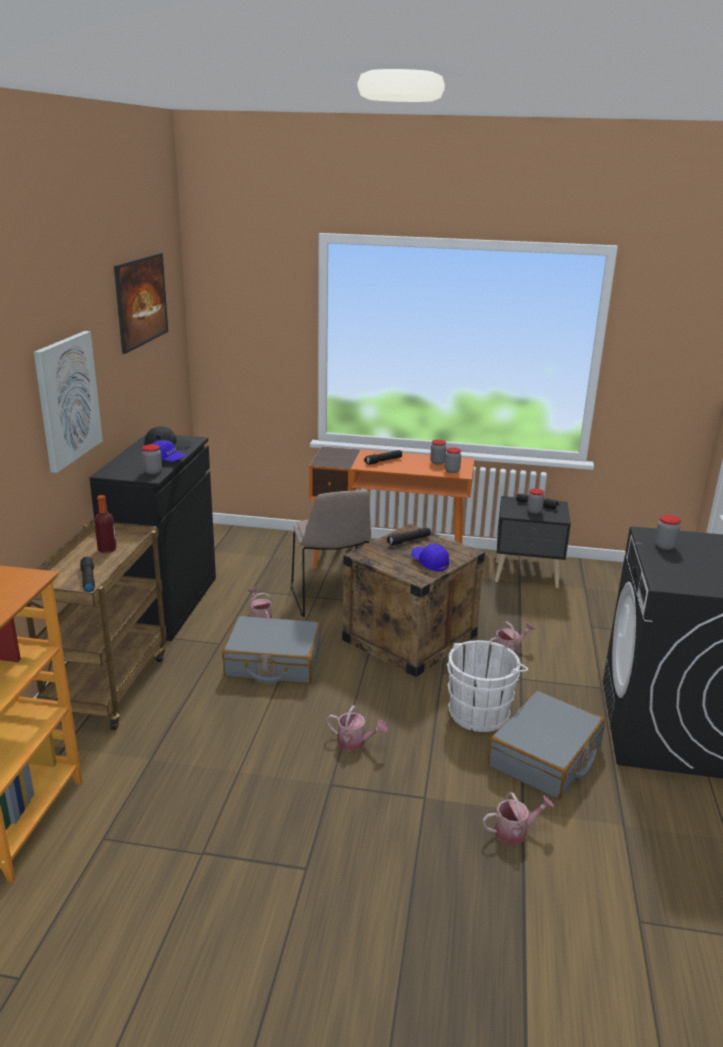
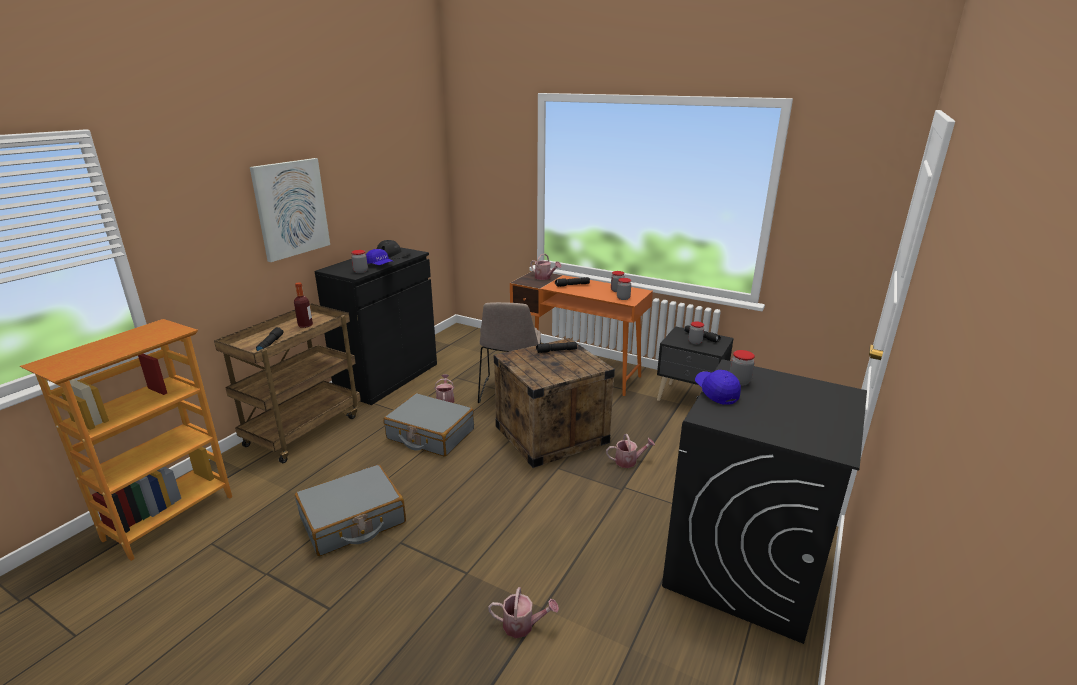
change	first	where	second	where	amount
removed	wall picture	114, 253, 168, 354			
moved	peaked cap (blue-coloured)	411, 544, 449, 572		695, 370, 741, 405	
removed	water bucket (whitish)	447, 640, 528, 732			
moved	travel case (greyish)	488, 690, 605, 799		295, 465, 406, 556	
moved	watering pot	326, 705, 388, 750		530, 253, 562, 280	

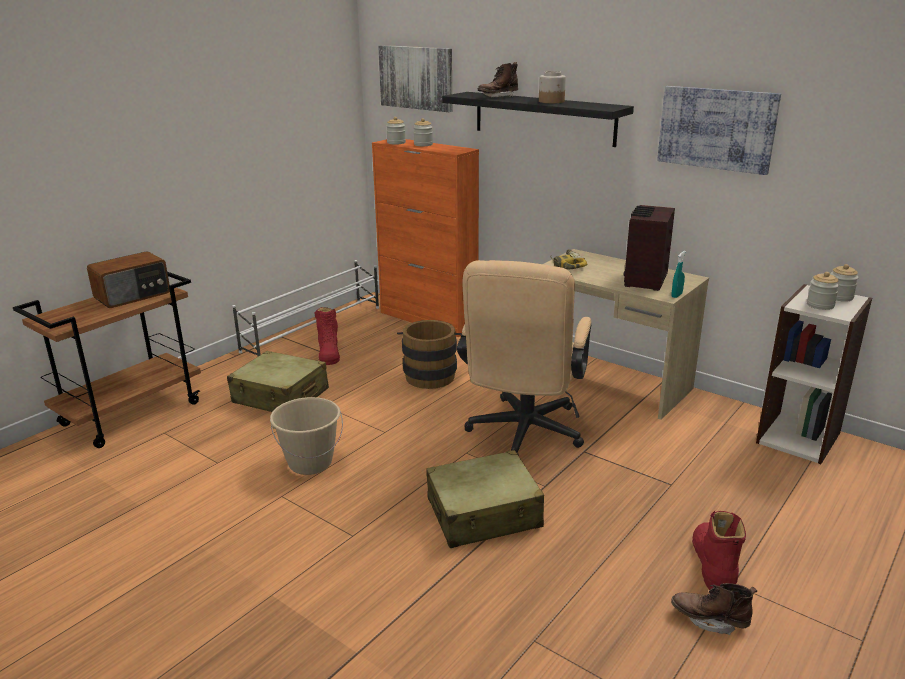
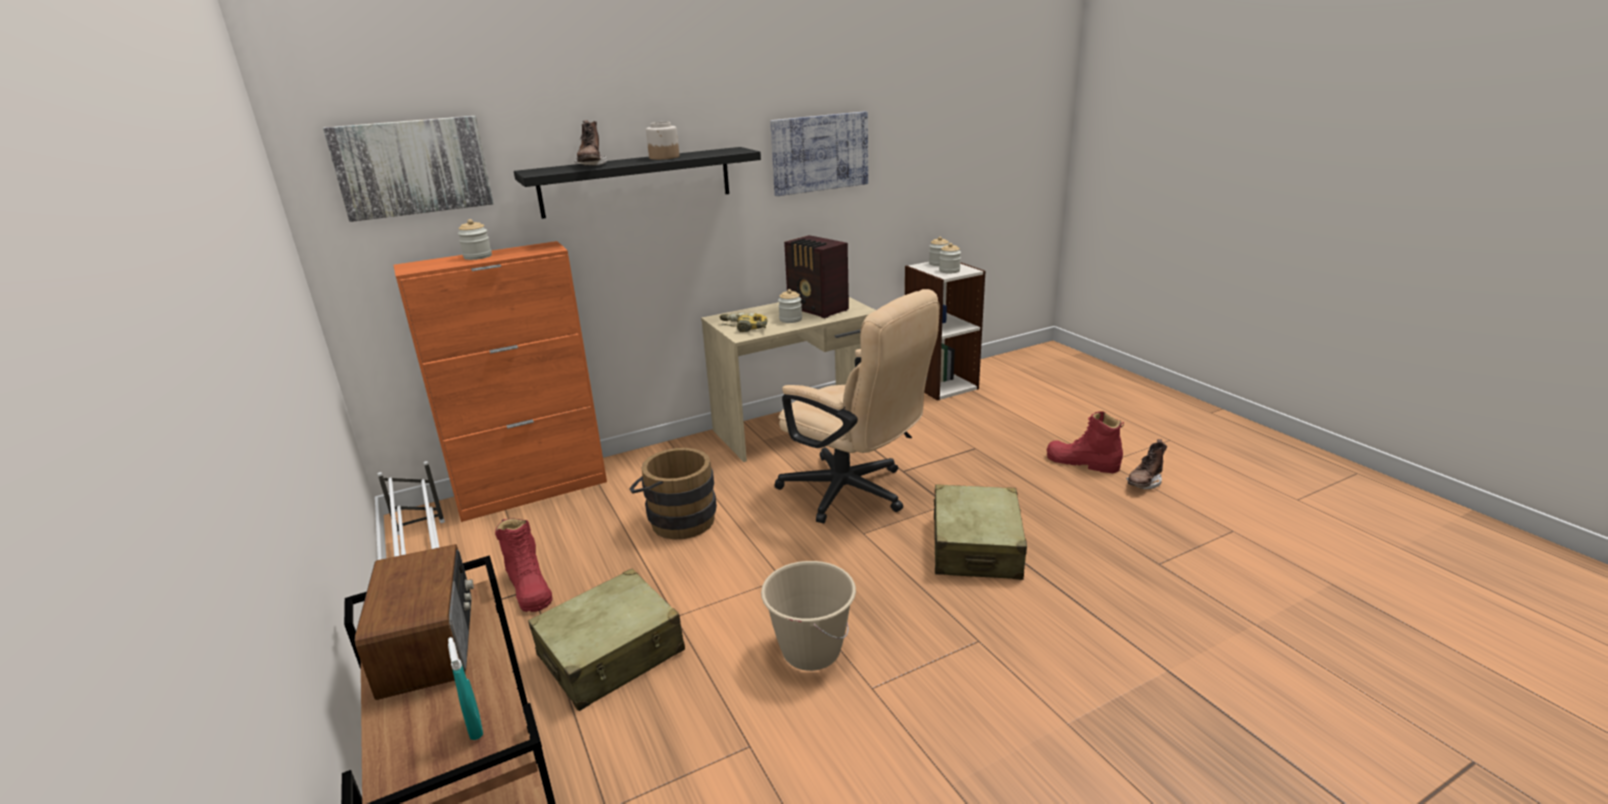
change	first	where	second	where	amount
moved	preserve jar	386, 117, 406, 145		778, 289, 802, 323	
moved	spray bottle (blue-green)	672, 251, 686, 298		448, 637, 483, 740	
turned	tall boot (red)	315, 307, 340, 365		495, 518, 552, 612	45 degrees clockwise

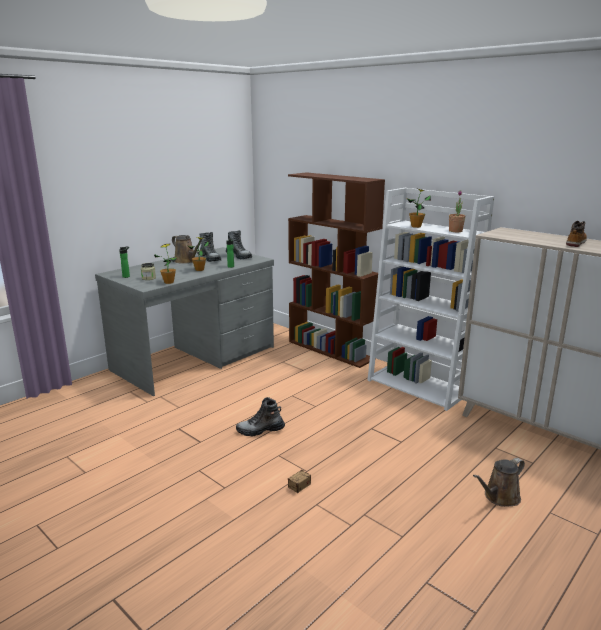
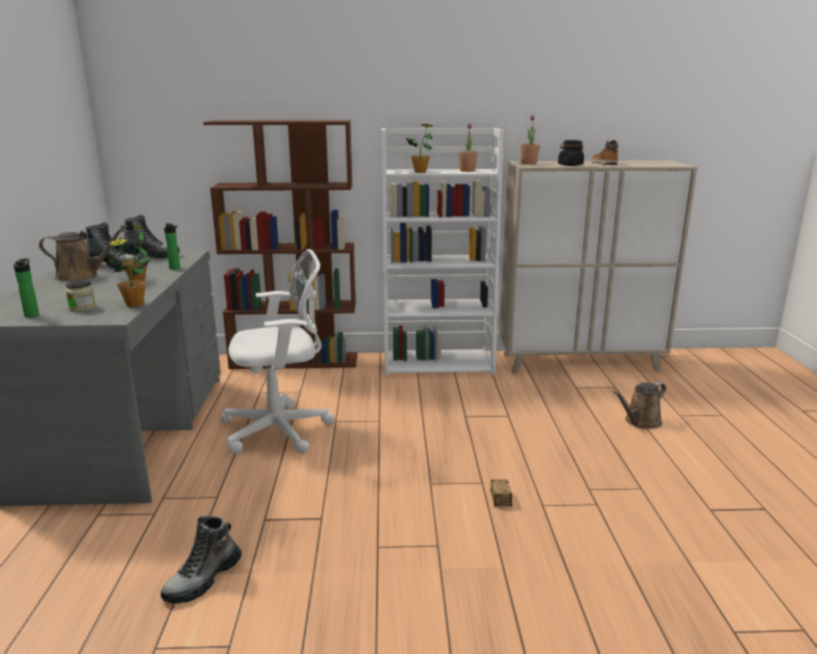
change	first	where	second	where	amount
moved	tall boot	236, 397, 285, 436		160, 516, 242, 603	
turned	watering pot (brown-coloured)	473, 458, 525, 507		613, 382, 666, 429	45 degrees clockwise
added			potted plant	521, 115, 540, 164	
added			preserve jar (black)	558, 140, 584, 166	
added			desk chair (whitish)	220, 249, 335, 454	

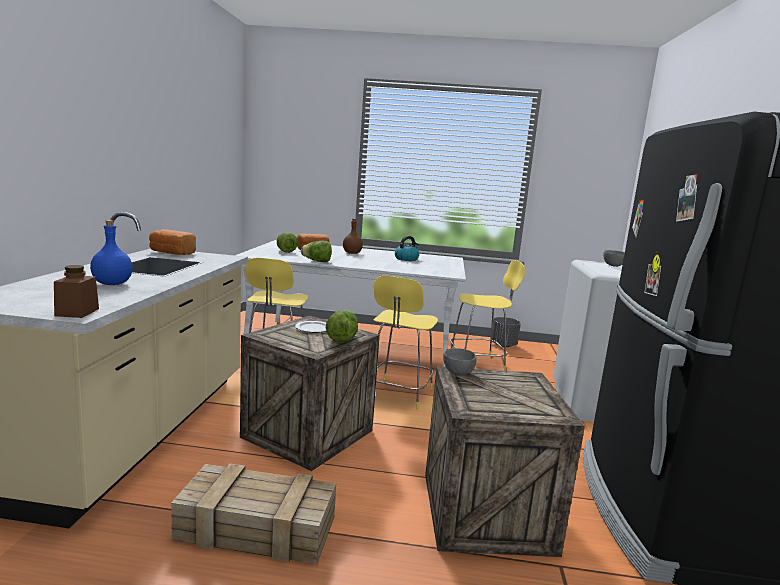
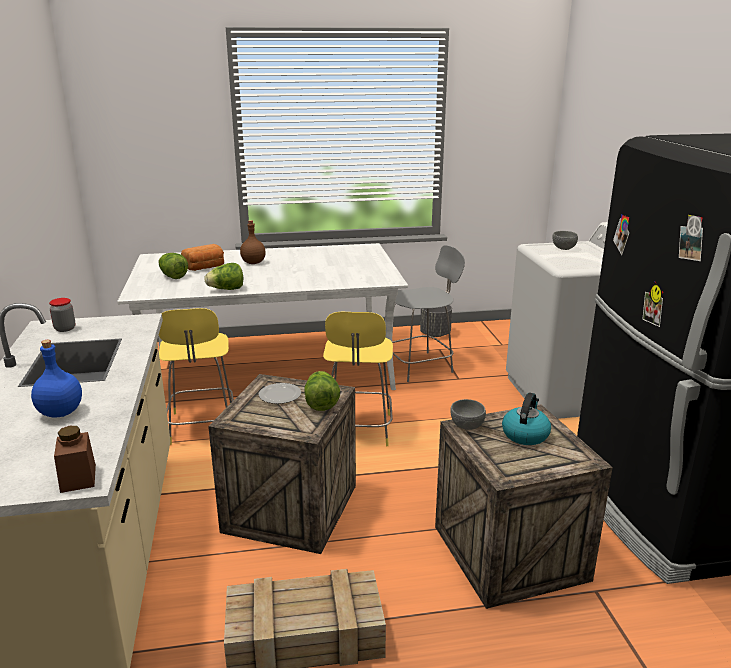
change	first	where	second	where	amount
replaced	baked bread	149, 229, 196, 255	preserve jar	49, 298, 75, 332	
moved	tea kettle	395, 236, 419, 261		502, 393, 551, 445	
recoloured	stool seat (yellow)	450, 260, 525, 371	stool seat (greyish)	392, 245, 465, 382	

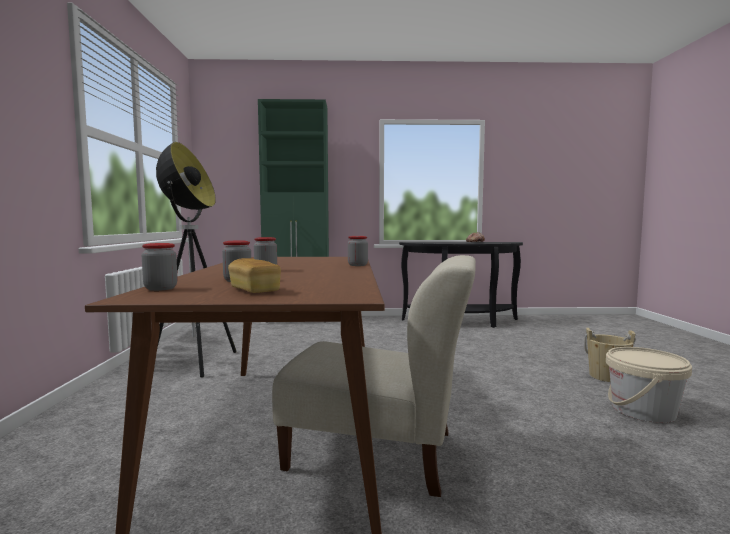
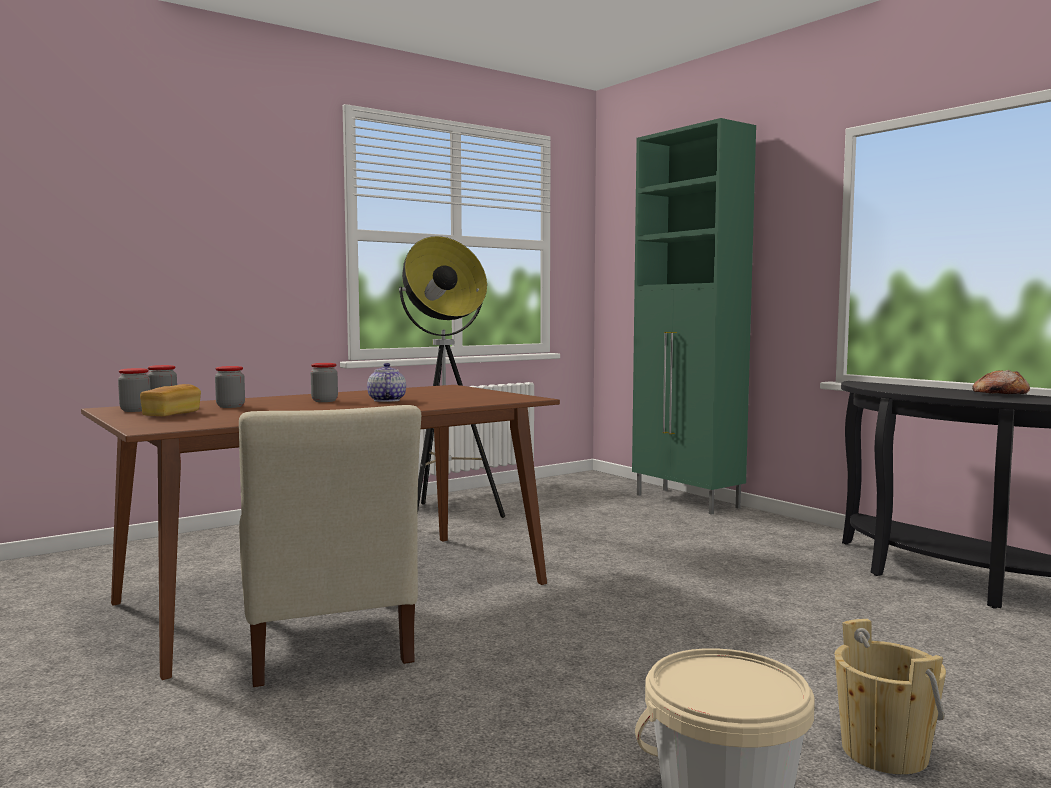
change	first	where	second	where	amount
moved	preserve jar	348, 236, 368, 266		118, 368, 150, 412	
added			tea pot	367, 363, 406, 402	

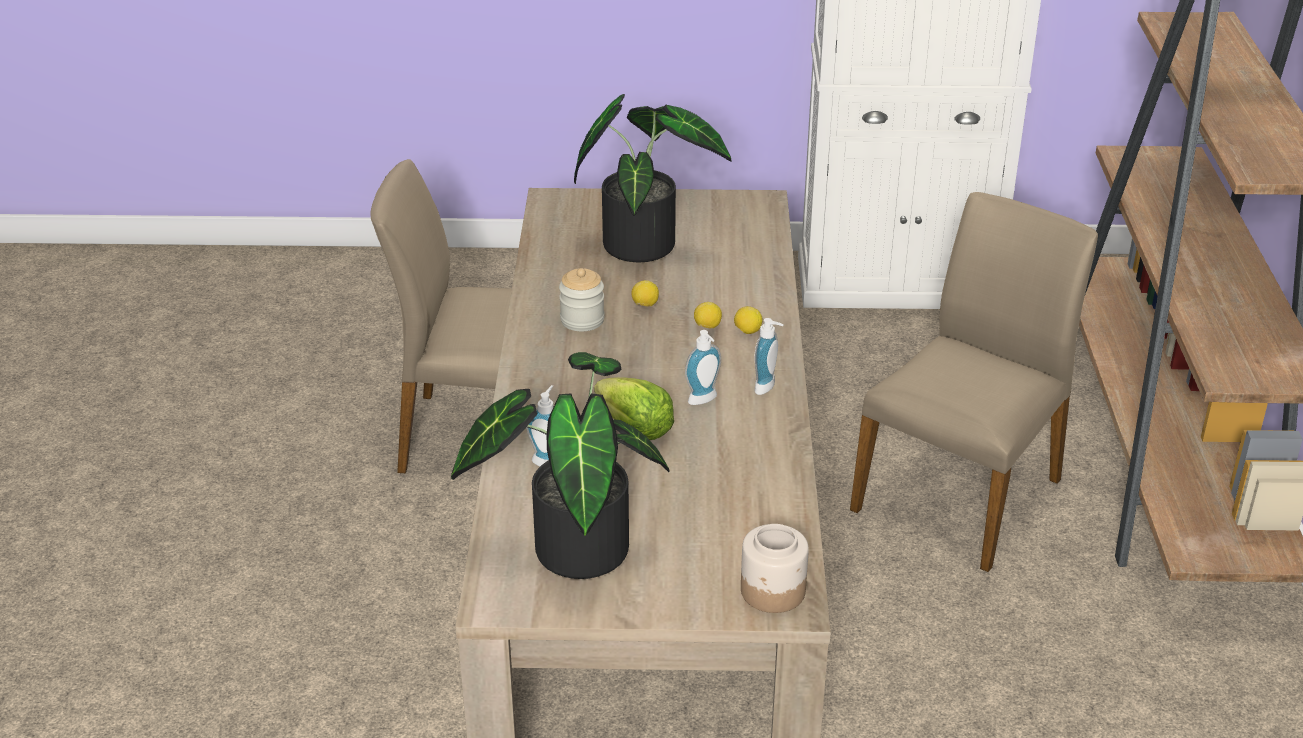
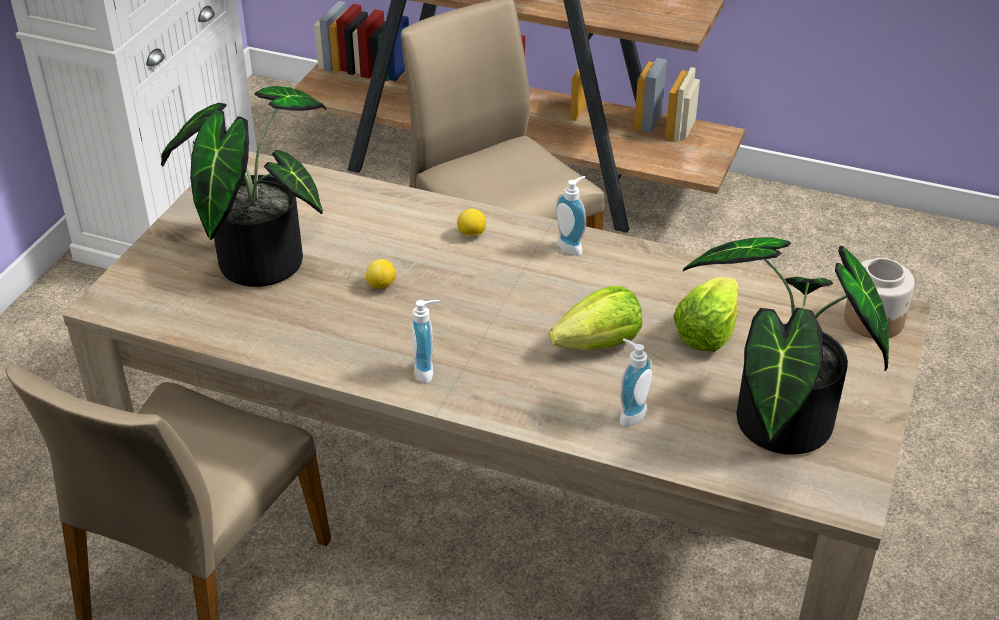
change	first	where	second	where	amount
removed	preserve jar	559, 268, 605, 332			
removed	whole lemon	694, 302, 722, 328			
moved	soap bottle	685, 330, 721, 405		411, 300, 440, 383	
added			head of lettuce	673, 277, 739, 352	

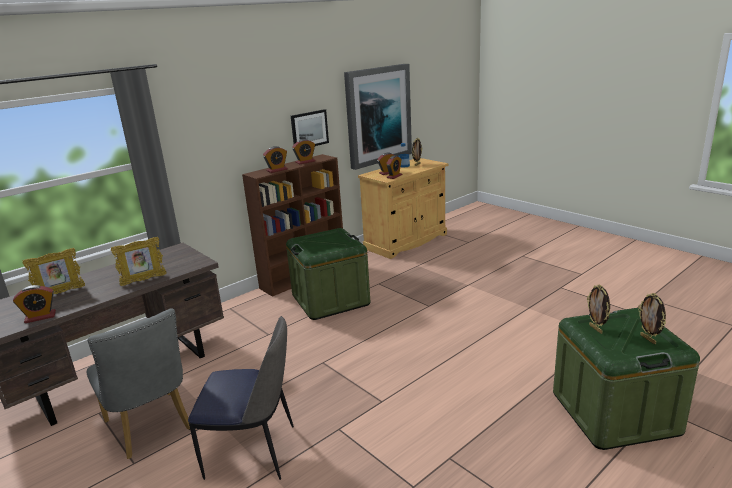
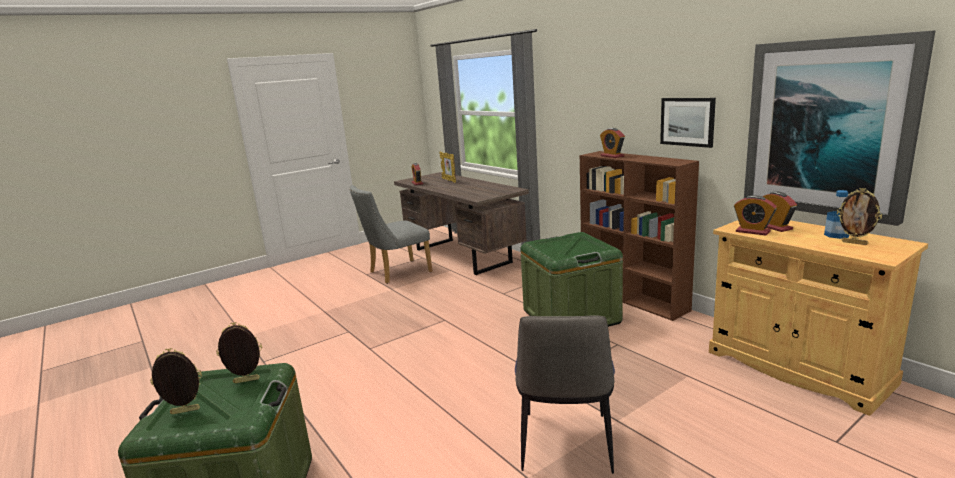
change	first	where	second	where	amount
removed	table clock	292, 139, 315, 164			
removed	picture frame	111, 237, 166, 286			
moved	upright chair	188, 316, 294, 480		515, 316, 615, 474	

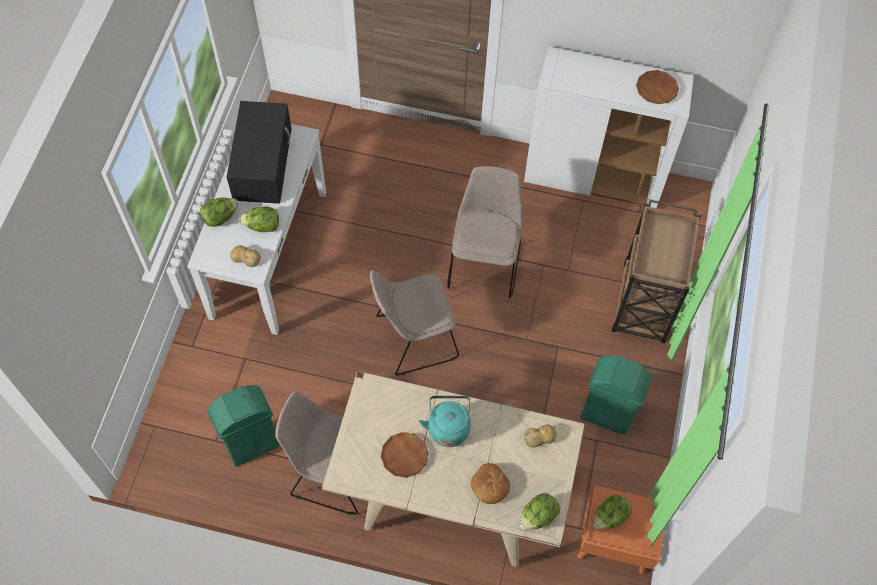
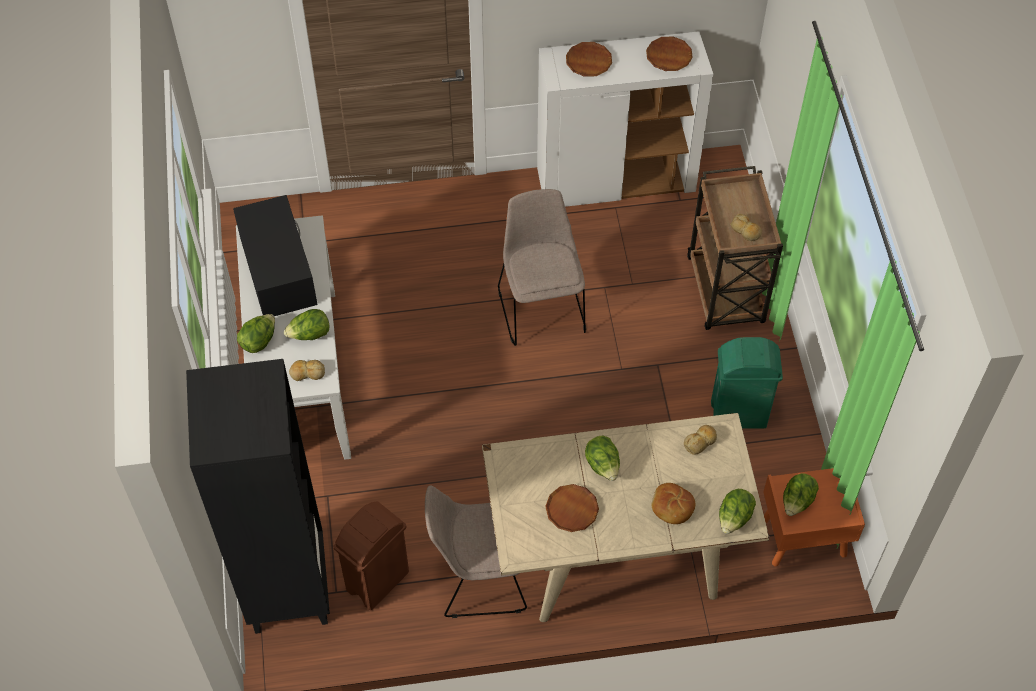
change	first	where	second	where	amount
removed	upright chair (beige)	370, 270, 459, 375			
recoloured	rubbish bin (green)	207, 385, 280, 467	rubbish bin (brown-coloured)	333, 501, 409, 610	
replaced	tea kettle (blue-green)	419, 396, 471, 447	head of lettuce	585, 436, 620, 481	
added			flat dish (brown-coloured)	566, 42, 612, 77	
added			baked bread	730, 214, 762, 241	
added			shelving unit (black)	186, 359, 330, 634	

